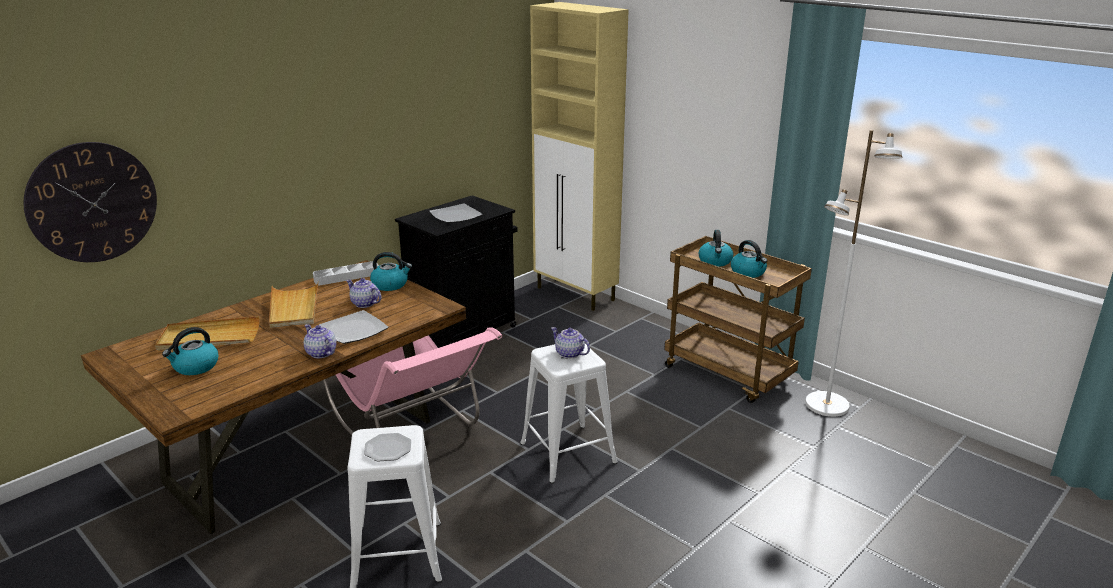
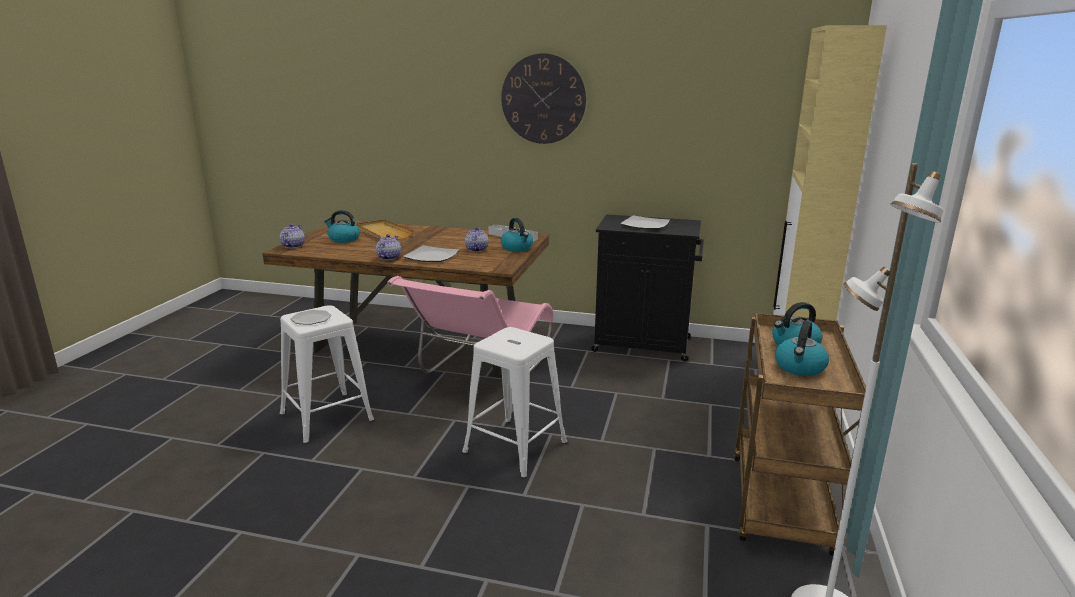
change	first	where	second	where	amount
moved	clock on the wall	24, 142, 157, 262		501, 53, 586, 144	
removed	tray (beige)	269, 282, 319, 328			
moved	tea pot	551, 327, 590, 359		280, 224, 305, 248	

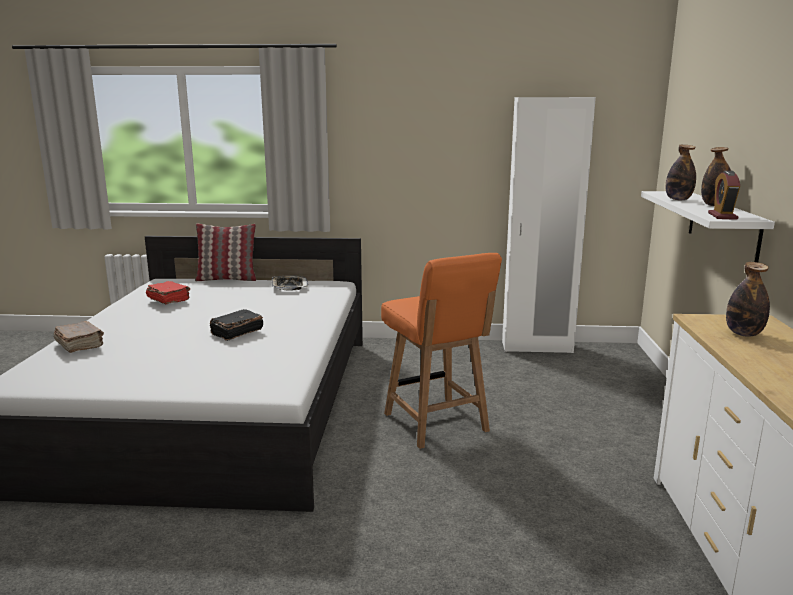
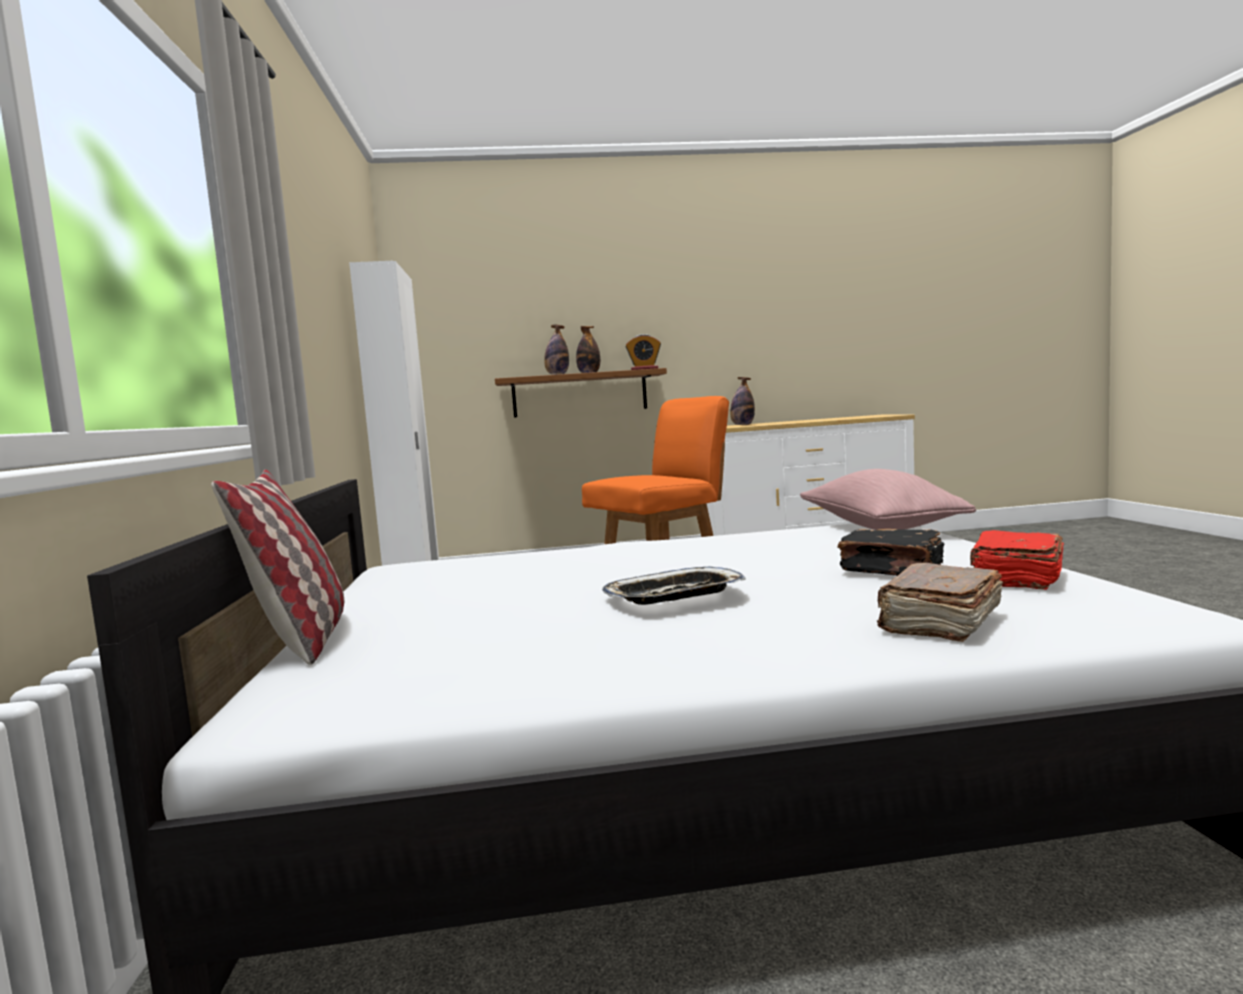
change	first	where	second	where	amount
recoloured	wall shelf (whitish)	641, 191, 775, 262	wall shelf (brown-coloured)	495, 368, 667, 418	
moved	tray	272, 276, 308, 290		602, 566, 746, 605	
moved	volume (red)	146, 281, 190, 304		970, 530, 1064, 590	
moved	volume (black)	209, 309, 263, 341		838, 529, 944, 576	
added			cushion (pink-coloured)	800, 469, 976, 530	

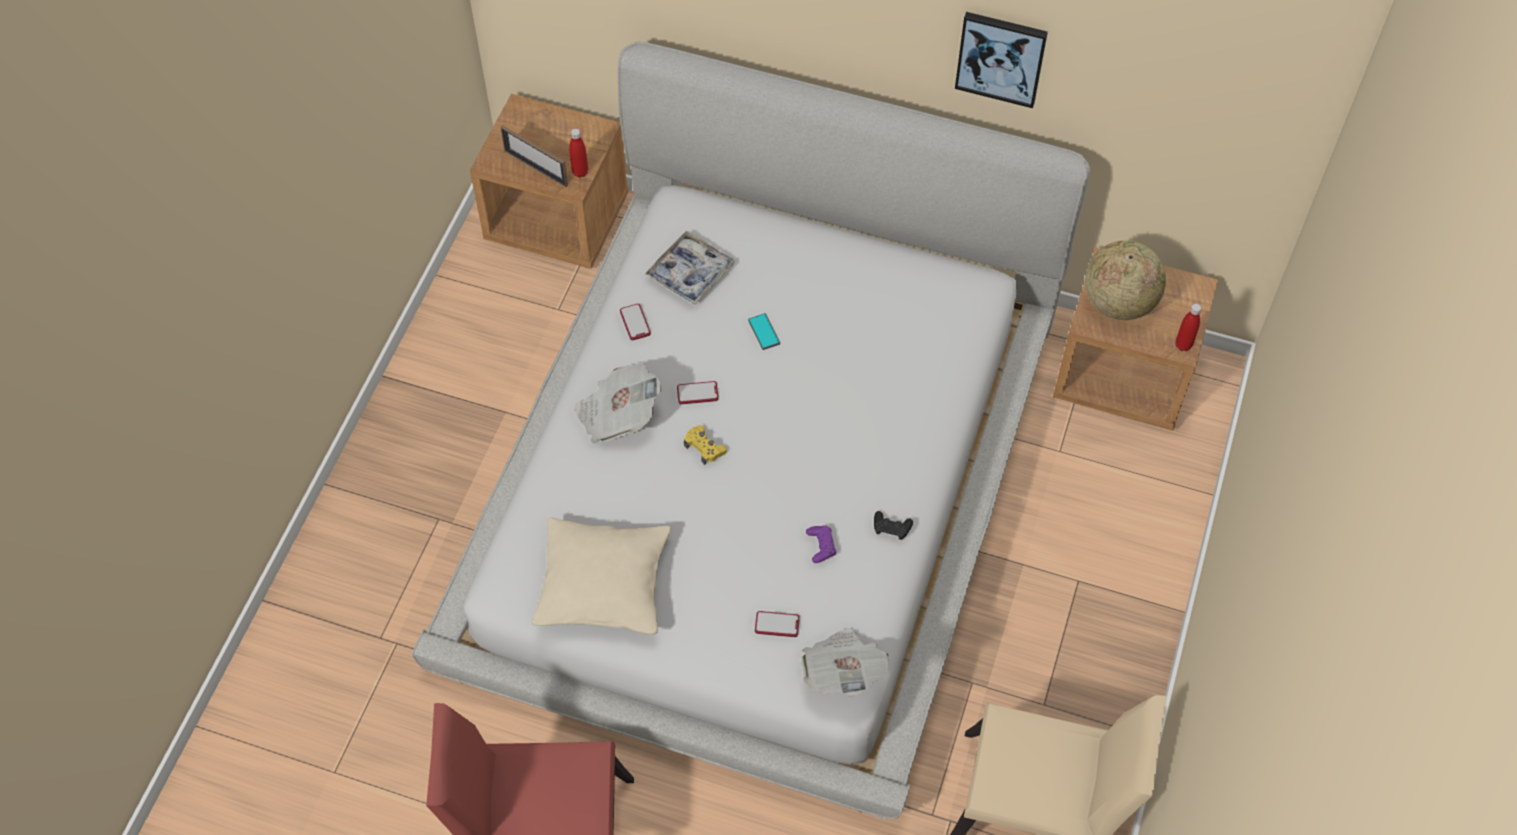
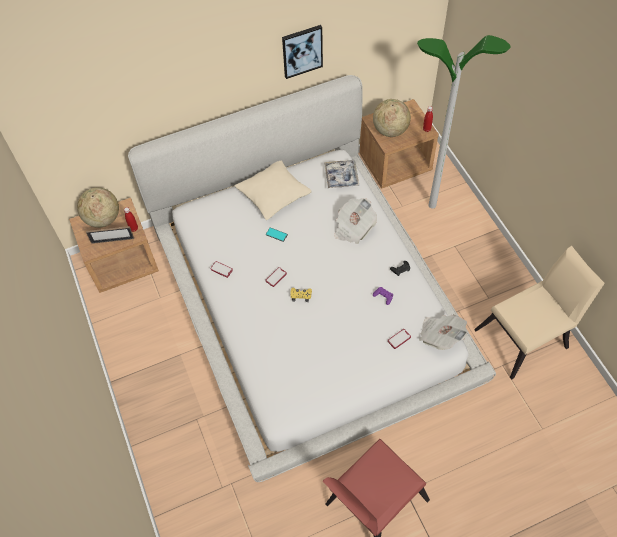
change	first	where	second	where	amount
moved	tray	645, 231, 735, 305		324, 160, 360, 188	
moved	daily paper	574, 363, 661, 443		334, 198, 377, 244	
moved	cushion (beige)	532, 517, 671, 635		235, 160, 312, 220	
added			standing lamp	417, 35, 511, 209	
added			desk globe	77, 187, 119, 228	

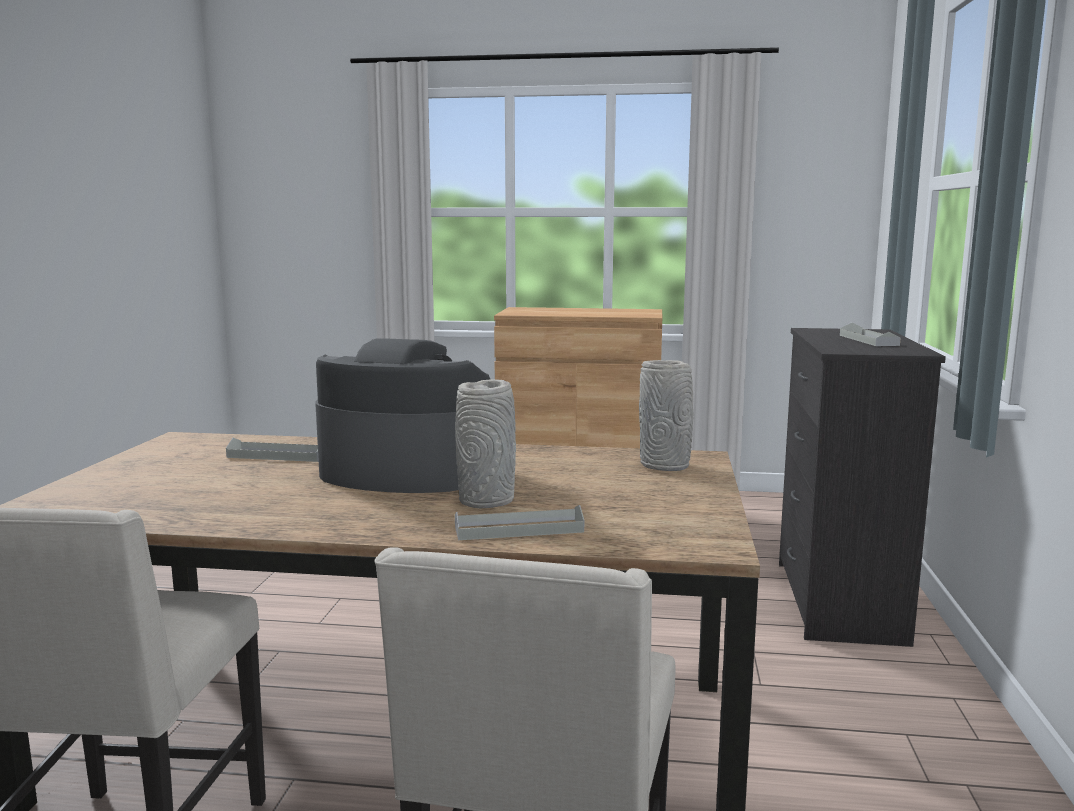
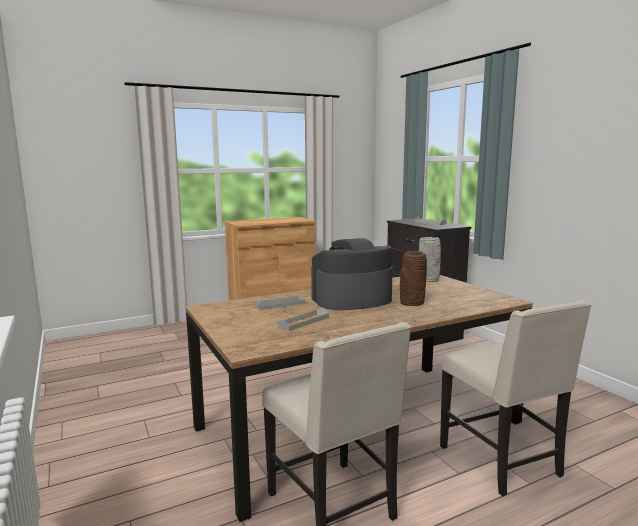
change	first	where	second	where	amount
recoloured	decorative vase (greyish)	455, 379, 516, 508	decorative vase (brown-coloured)	400, 251, 427, 306	
moved	tray (greyish)	455, 505, 584, 540		277, 307, 329, 331	

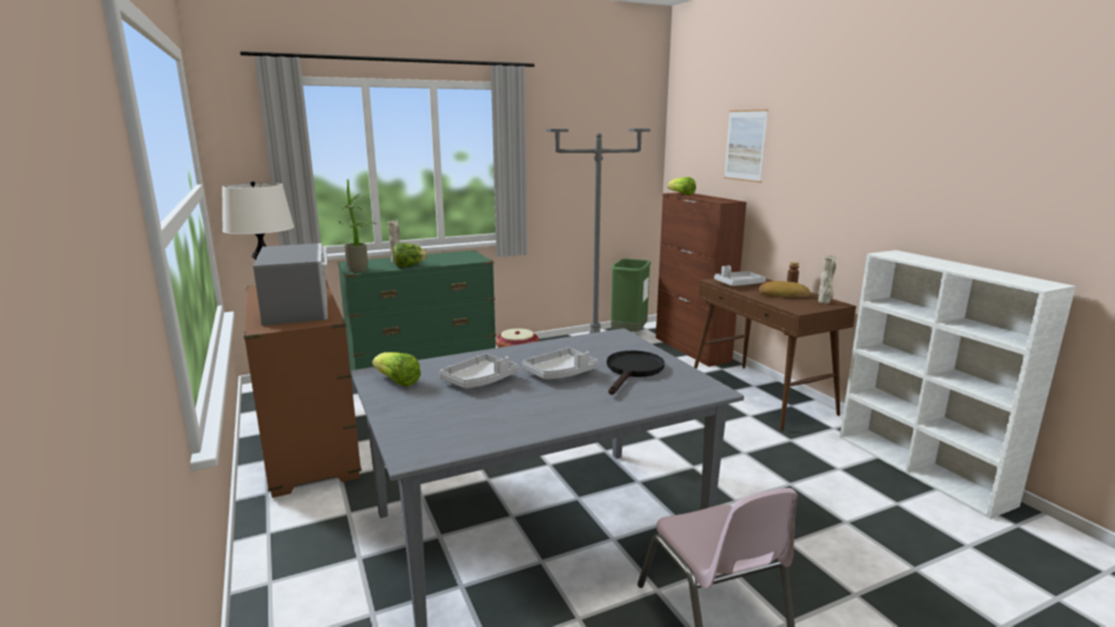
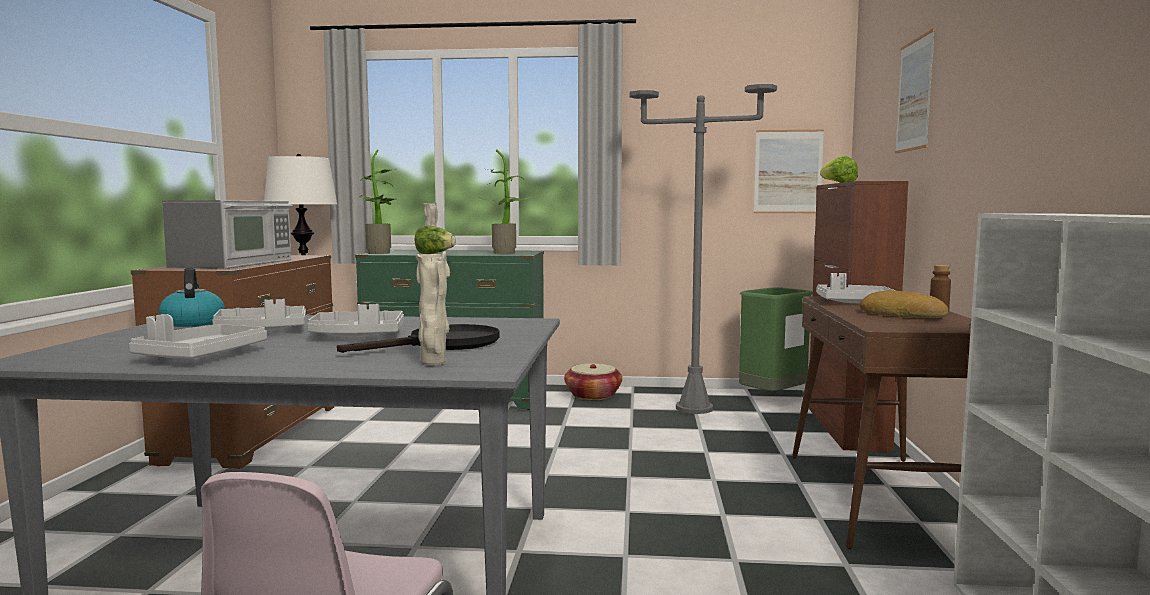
change	first	where	second	where	amount
moved	decorative vase (beige)	818, 255, 836, 303		415, 251, 450, 366	
replaced	head of lettuce	372, 352, 421, 387	tea kettle	159, 267, 225, 327	
added			wall picture	754, 130, 824, 213	
added			potted plant	479, 150, 534, 254	
added			tray (greyish)	129, 314, 267, 359	

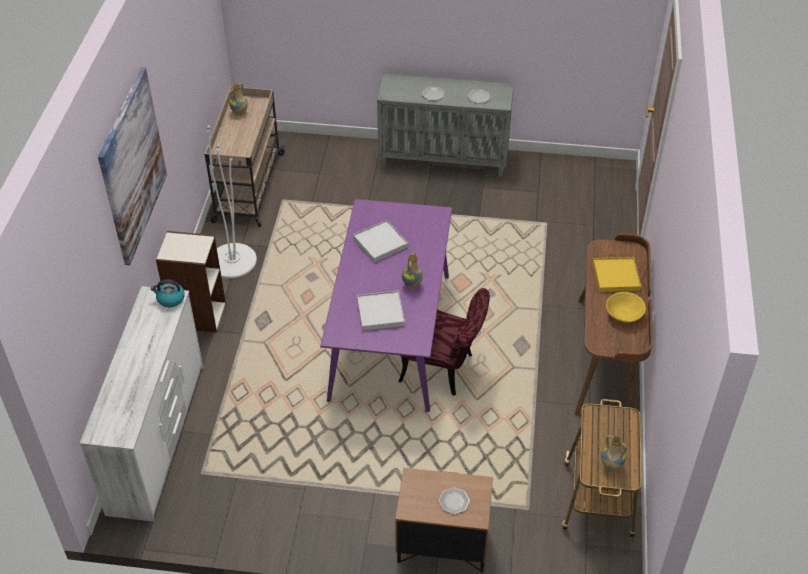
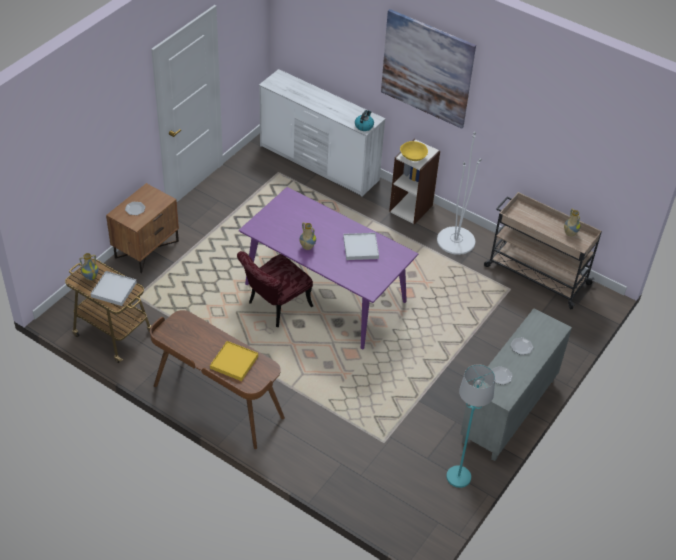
change	first	where	second	where	amount
moved	tray (whitish)	357, 291, 405, 331		90, 271, 137, 306	
moved	deep dish (yellow)	606, 292, 646, 323		400, 141, 428, 161	
added			standing lamp (blue-green)	446, 365, 495, 488	

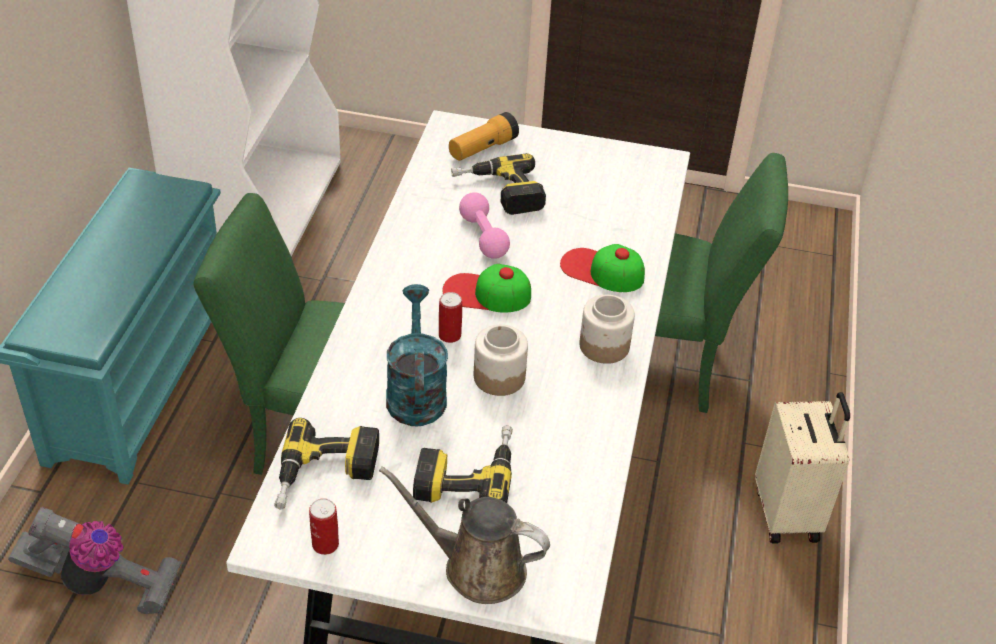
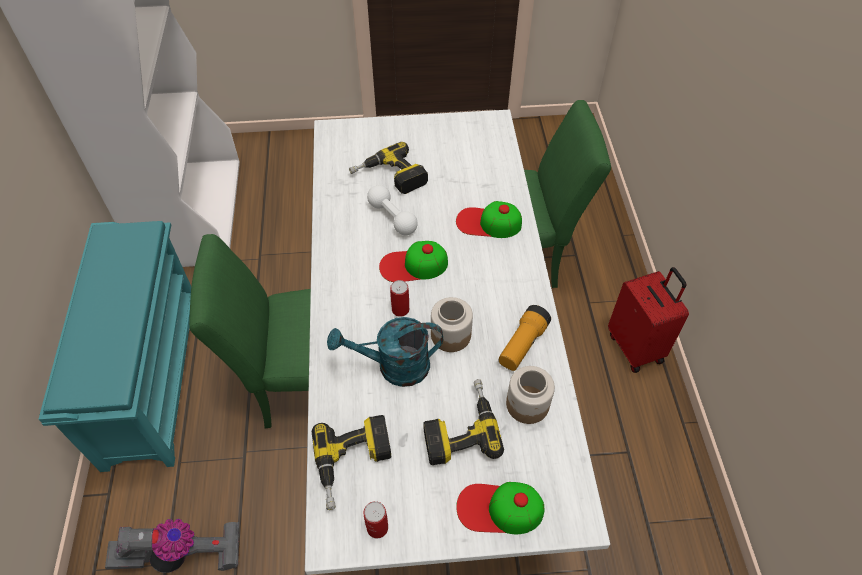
change	first	where	second	where	amount
moved	torch	449, 112, 519, 161		499, 305, 551, 371	
recoloured	dumbbell (pink-coloured)	459, 192, 510, 259	dumbbell (whitish)	367, 185, 418, 235	
turned	watering pot (blue-green)	386, 284, 448, 426		327, 317, 443, 387	75 degrees counterclockwise
moved	preserve jar	579, 295, 635, 364		506, 366, 555, 424	
recoloured	travel case (beige)	755, 392, 850, 544	travel case (red)	608, 267, 689, 373	
replaced	watering pot (brown-coloured)	379, 466, 550, 604	peaked cap	456, 482, 545, 534	

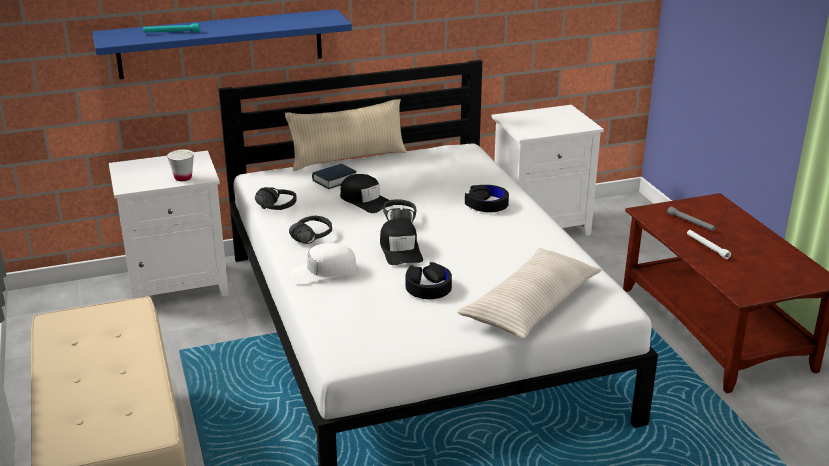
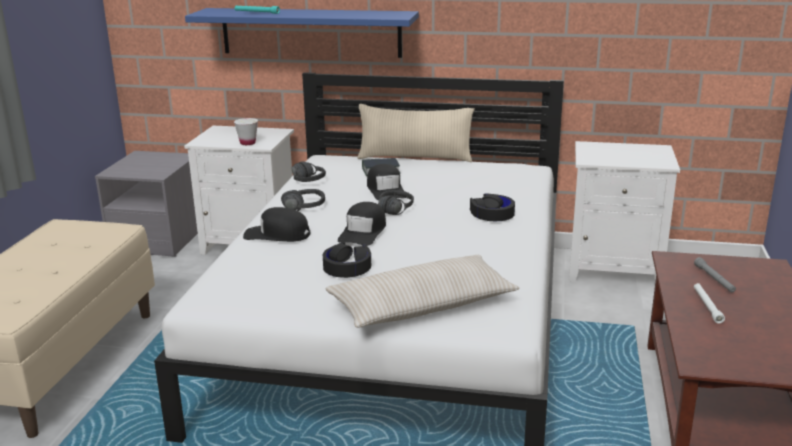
change	first	where	second	where	amount
recoloured	peaked cap (whitish)	290, 243, 358, 285	peaked cap (black)	243, 207, 310, 242	
added			nightstand (greyish)	95, 151, 198, 257	

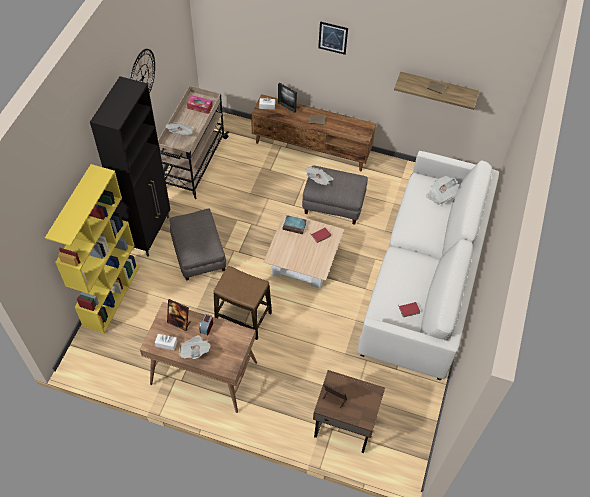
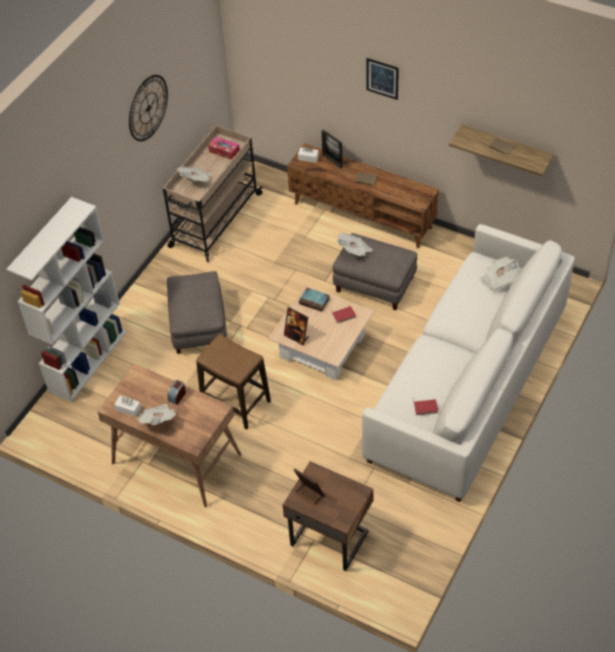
change	first	where	second	where	amount
removed	cabinet (black)	90, 76, 170, 257			
recoloured	shelving unit (yellow)	45, 164, 140, 334	shelving unit (whitish)	6, 197, 127, 402	
moved	picture frame	167, 299, 191, 331		284, 307, 309, 345	

